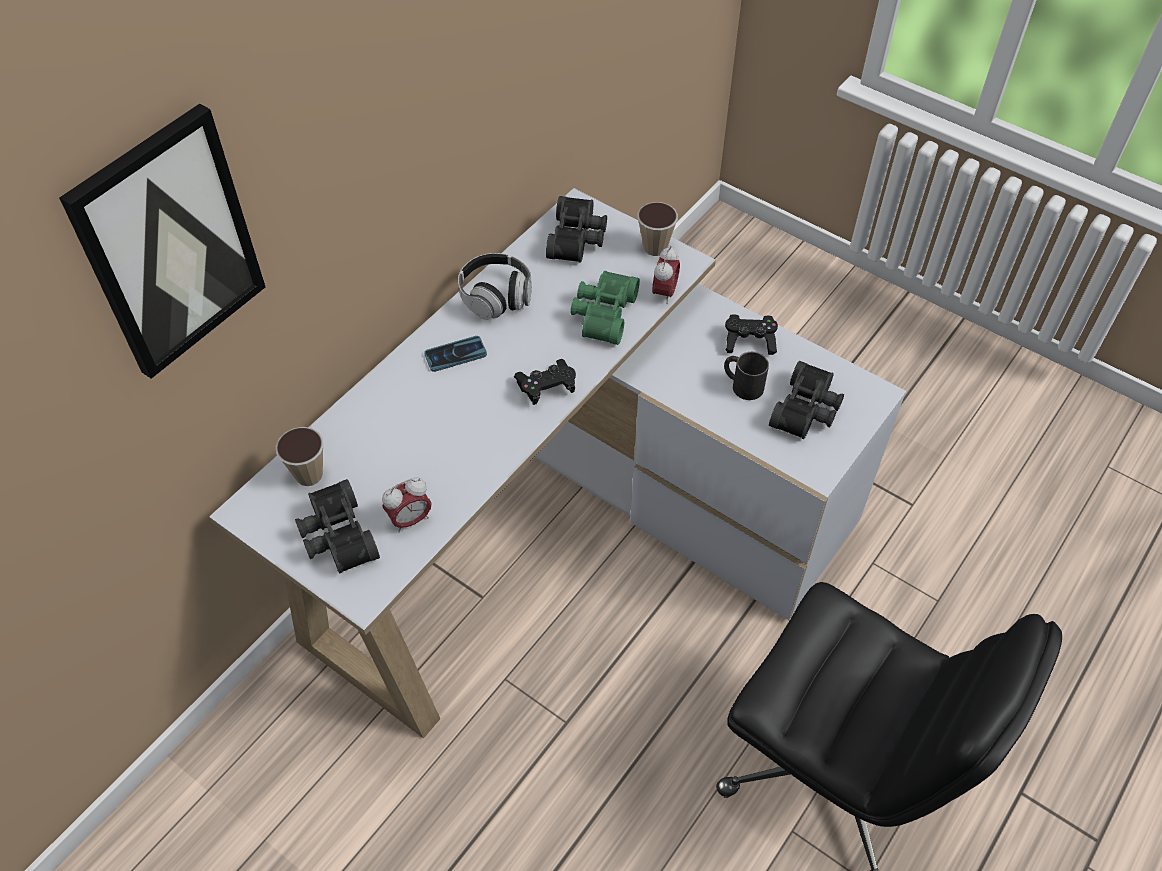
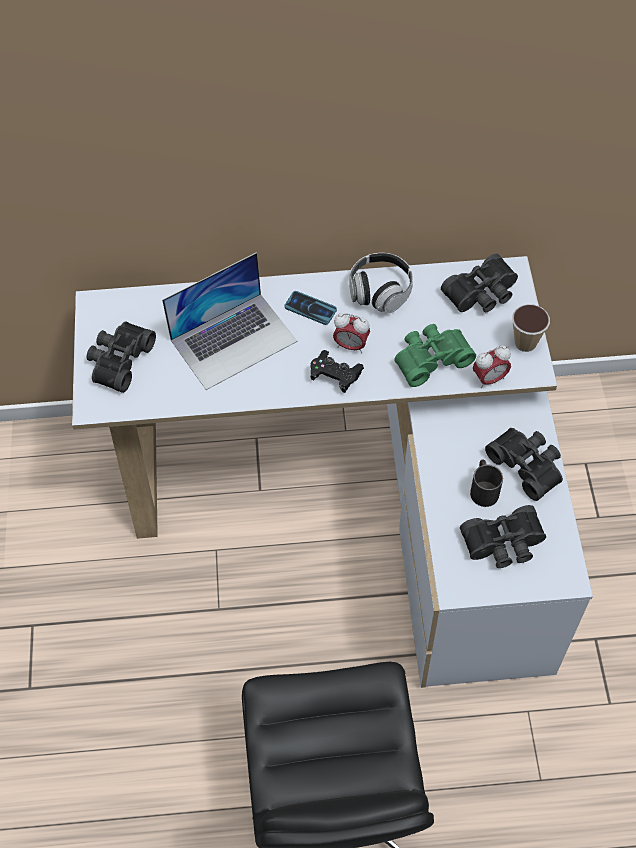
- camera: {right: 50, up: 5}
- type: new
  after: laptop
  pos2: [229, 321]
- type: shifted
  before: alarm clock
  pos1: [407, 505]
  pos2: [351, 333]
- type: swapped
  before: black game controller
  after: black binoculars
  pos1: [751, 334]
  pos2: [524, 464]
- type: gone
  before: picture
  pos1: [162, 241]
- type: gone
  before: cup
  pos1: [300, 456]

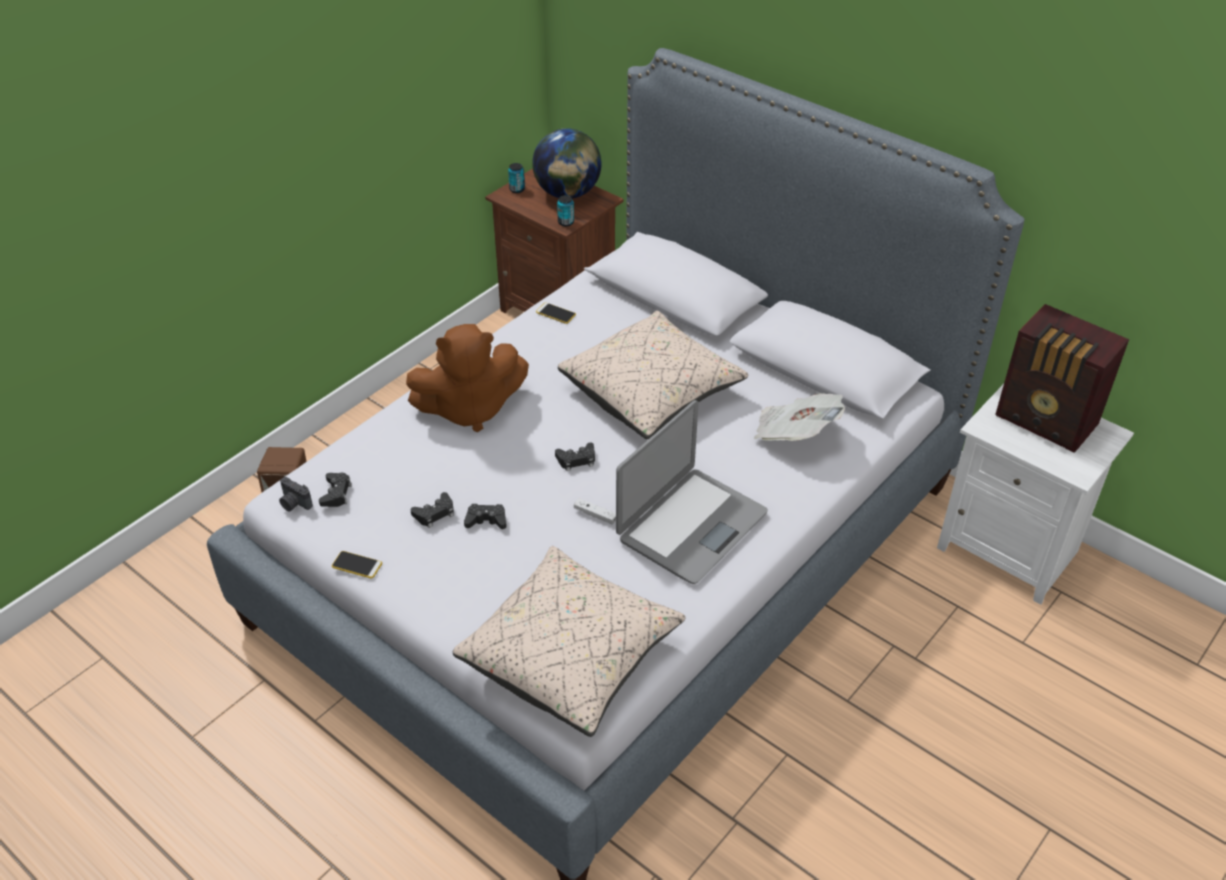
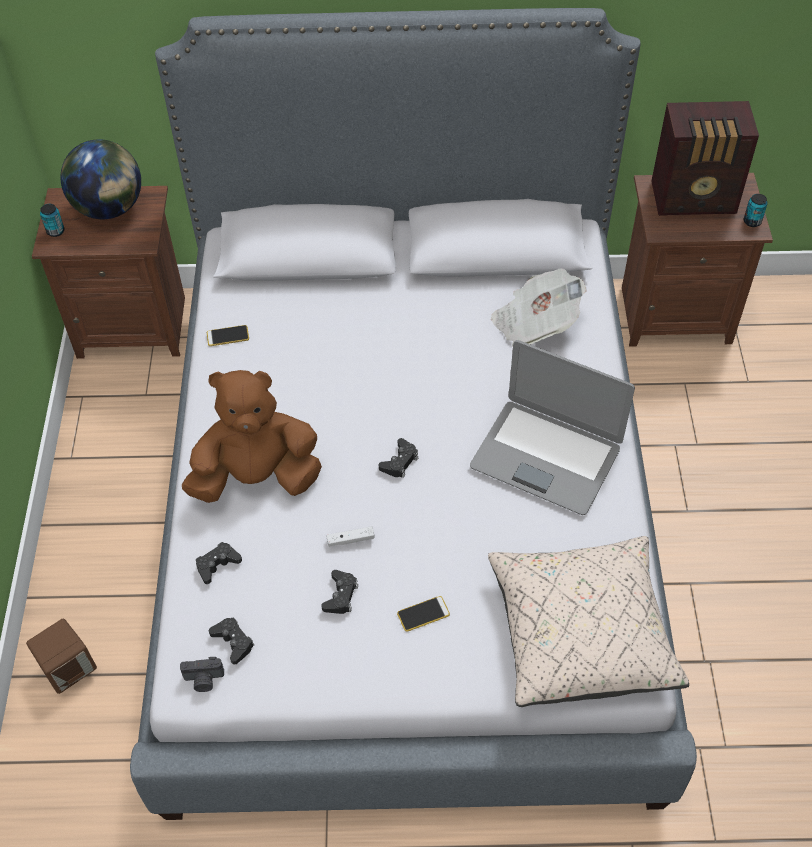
- camera: {right: -40, up: 10}
- type: rotated
  before: brown plush toy
  pos1: [467, 378]
  pos2: [252, 436]
  turn: -135
- type: shifted
  before: black game controller
  pos1: [485, 516]
  pos2: [219, 563]
- type: shifted
  before: white game controller
  pos1: [595, 511]
  pos2: [351, 536]
- type: shifted
  before: phone
  pos1: [357, 565]
  pos2: [423, 614]
- type: rotated
  before: laptop
  pos1: [692, 492]
  pos2: [552, 427]
  turn: 120
- type: repainted
  before: white nightstand
  after: brown nightstand
  pos1: [1035, 494]
  pos2: [697, 260]
- type: shifted
  before: can
  pos1: [565, 211]
  pos2: [755, 210]
- type: gone
  before: beige pillow
  pos1: [653, 375]

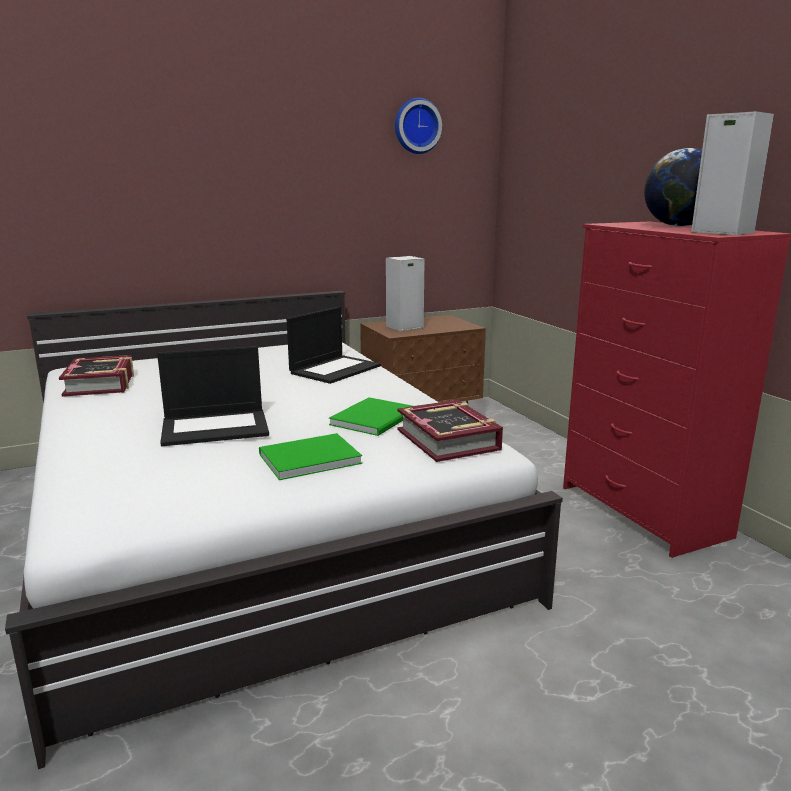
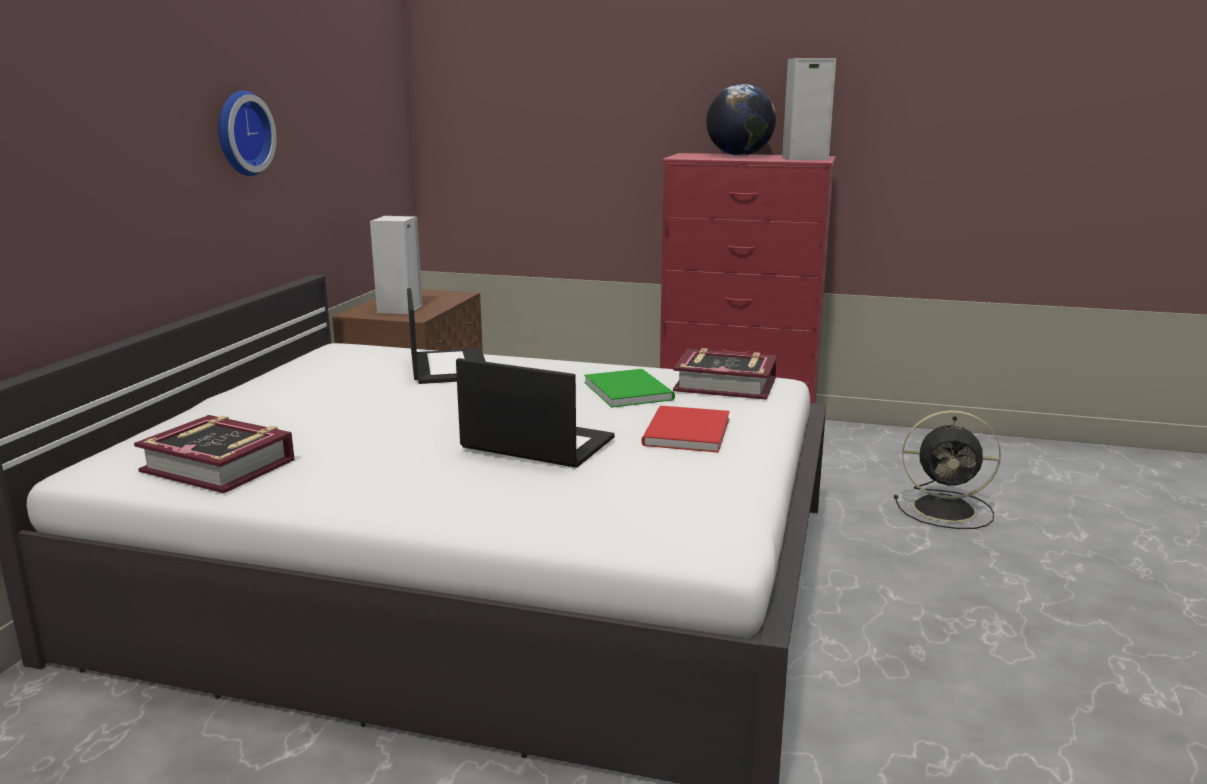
- camera: {right: -50, up: 0}
- type: shifted
  before: wall clock
  pos1: [418, 126]
  pos2: [247, 133]
- type: rotated
  before: laptop
  pos1: [213, 396]
  pos2: [535, 413]
  turn: -90
- type: repainted
  before: green book
  after: red book
  pos1: [310, 456]
  pos2: [686, 429]
- type: new
  after: black fan
  pos2: [947, 469]

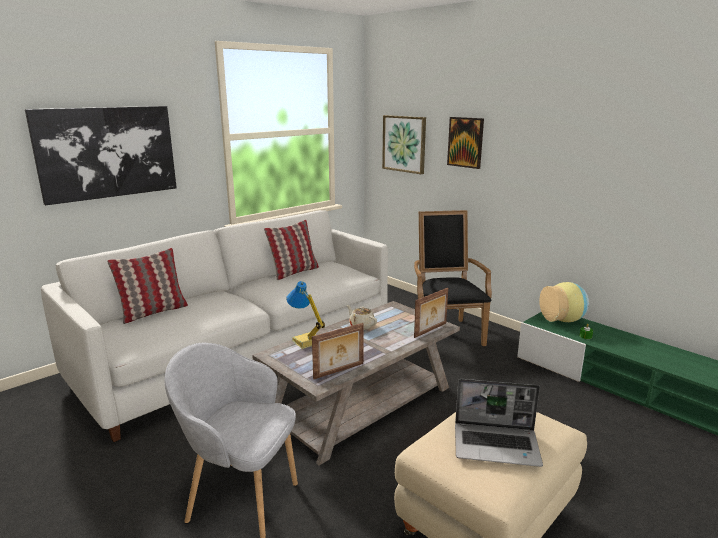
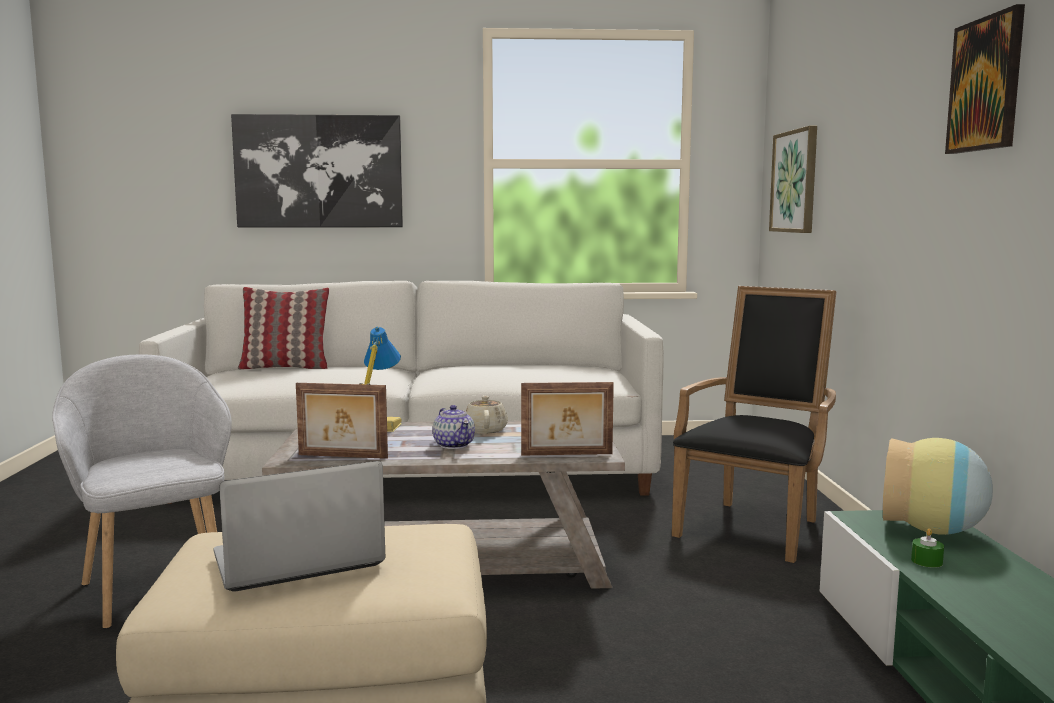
- camera: {right: 40, up: -10}
- type: rotated
  before: laptop
  pos1: [499, 423]
  pos2: [299, 526]
  turn: 105
- type: new
  after: teapot
  pos2: [453, 427]
- type: shifted
  before: picture
  pos1: [465, 143]
  pos2: [985, 79]
- type: gone
  before: pillow
  pos1: [291, 250]

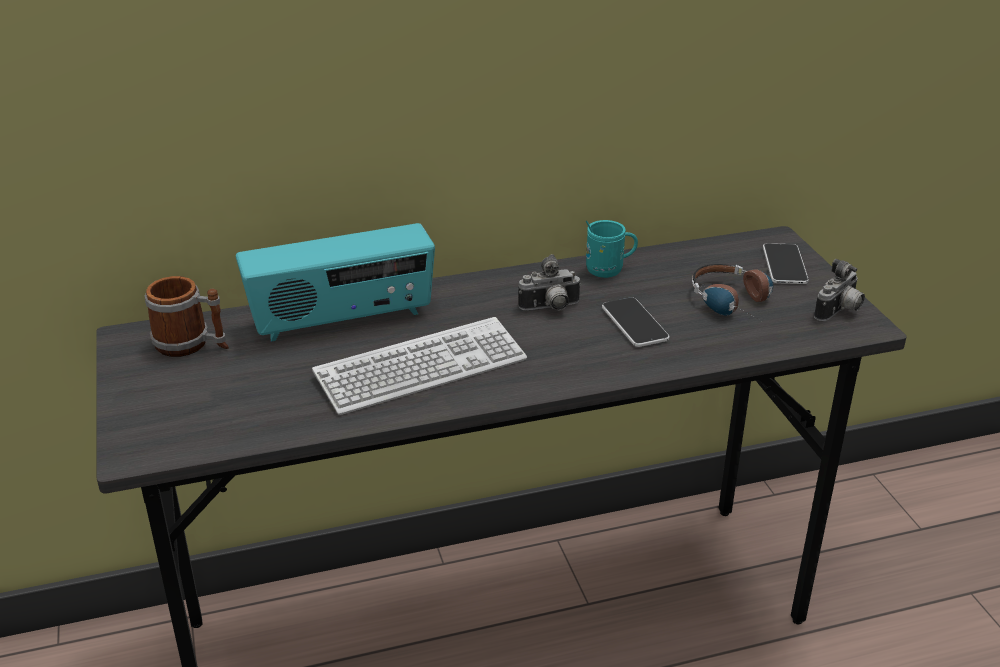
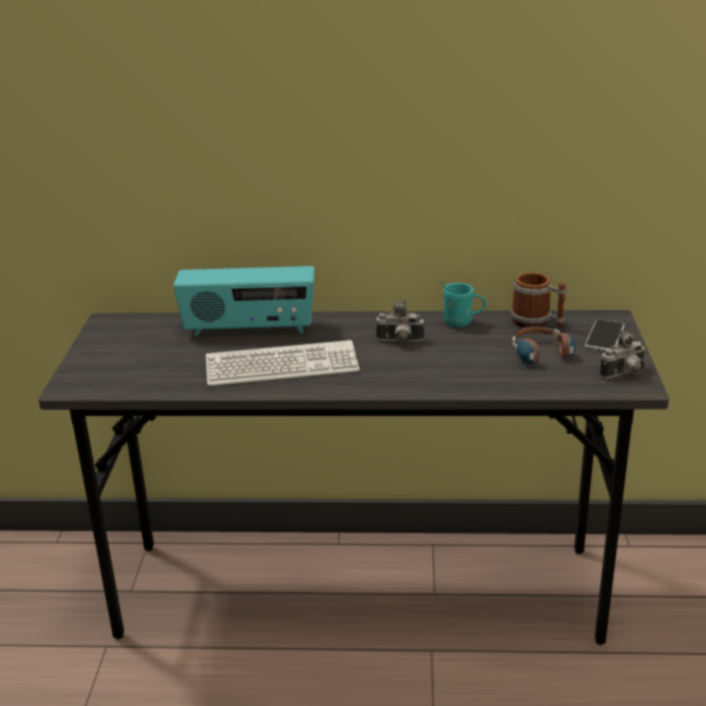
- camera: {right: 20, up: -5}
- type: shifted
  before: mug
  pos1: [187, 316]
  pos2: [538, 300]
- type: gone
  before: phone
  pos1: [636, 322]

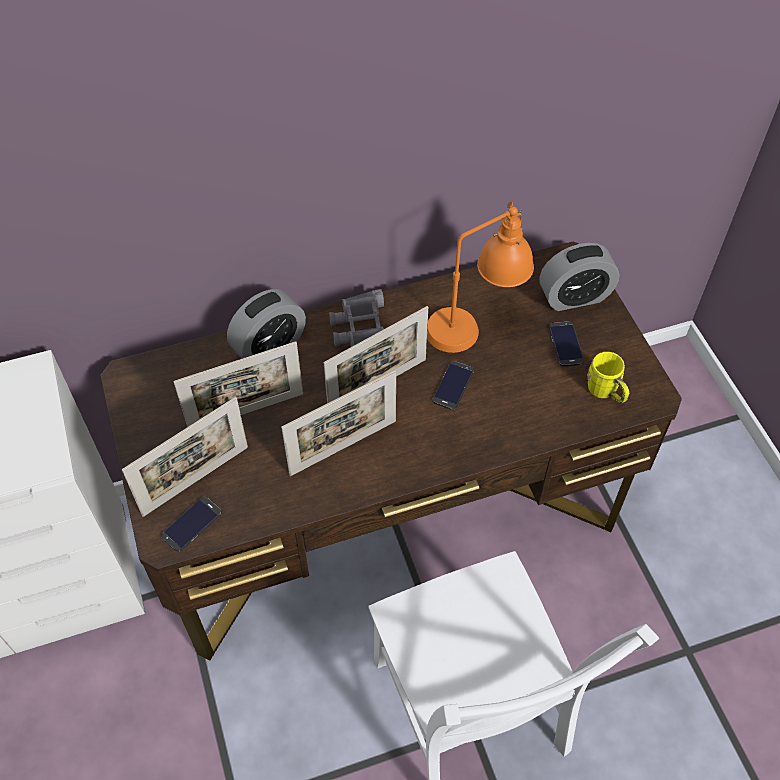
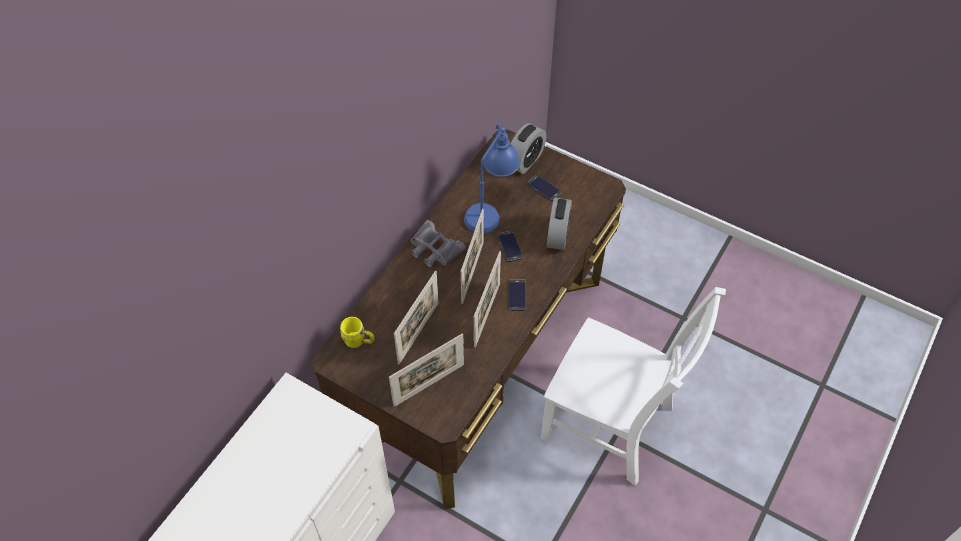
- camera: {right: -40, up: 0}
- type: shifted
  before: yellow mug
  pos1: [608, 377]
  pos2: [357, 332]
- type: rotated
  before: picture frame
  pos1: [185, 457]
  pos2: [426, 370]
  turn: 45
- type: repainted
  before: orange table lamp
  after: blue table lamp
  pos1: [480, 277]
  pos2: [492, 179]
- type: shifted
  before: phone
  pos1: [191, 524]
  pos2: [517, 295]
- type: shifted
  before: alarm clock
  pos1: [266, 324]
  pos2: [559, 223]

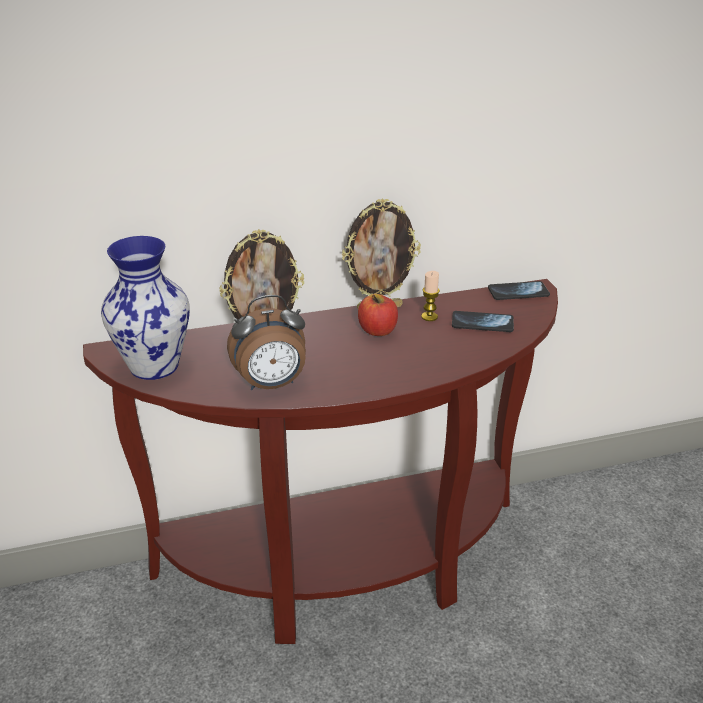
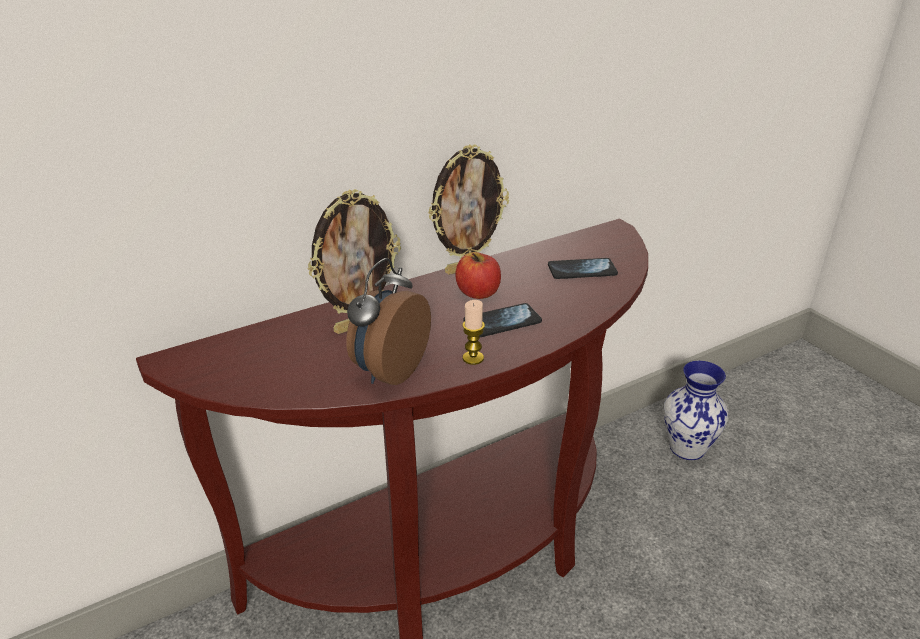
- camera: {right: -15, up: 0}
- type: rotated
  before: alarm clock
  pos1: [266, 342]
  pos2: [388, 321]
  turn: 150
- type: shifted
  before: candle
  pos1: [430, 296]
  pos2: [473, 332]
- type: shifted
  before: phone
  pos1: [519, 290]
  pos2: [503, 320]
- type: shifted
  before: vase
  pos1: [145, 308]
  pos2: [695, 410]

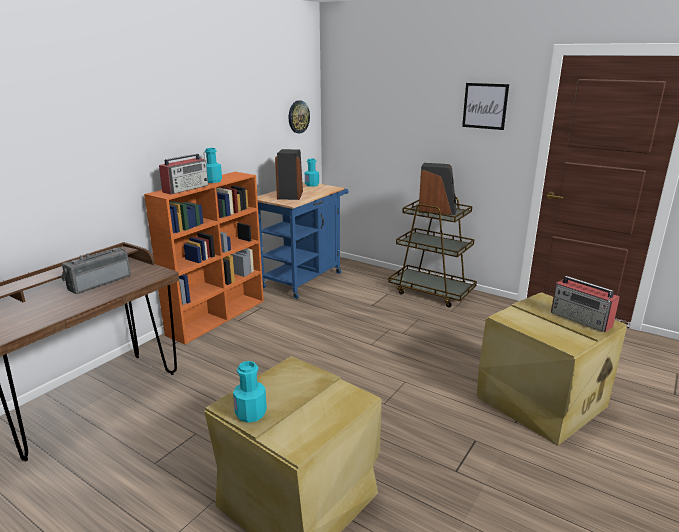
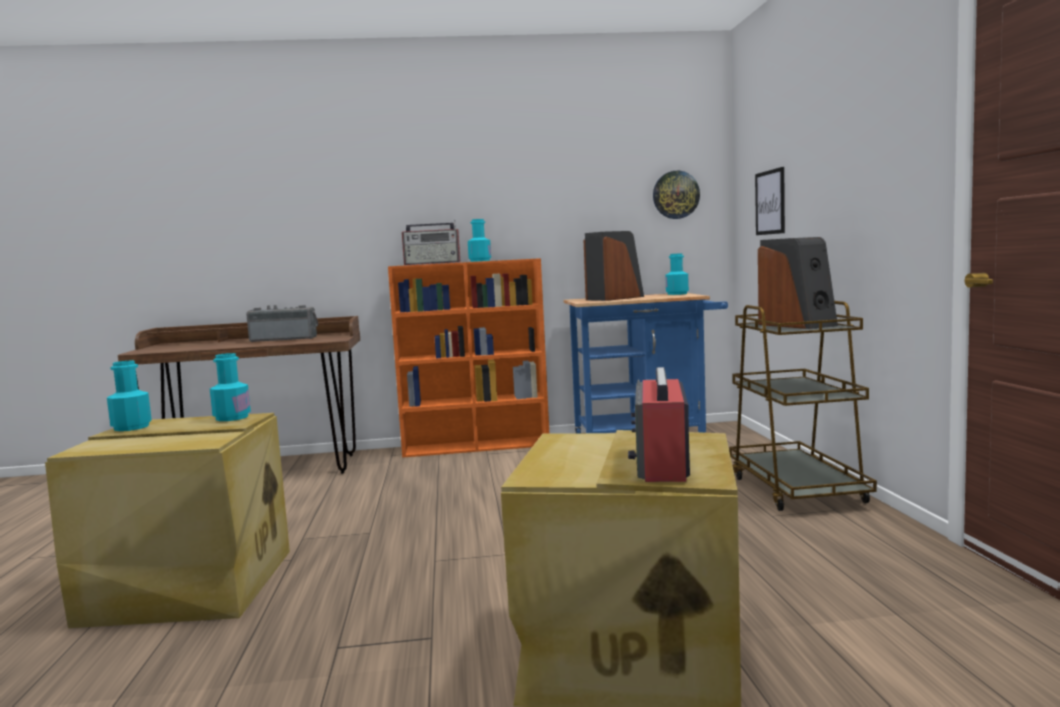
- camera: {right: 50, up: -15}
- type: new
  after: turquoise bottle
  pos2: [230, 387]
- type: shifted
  before: picture
  pos1: [485, 106]
  pos2: [770, 201]

